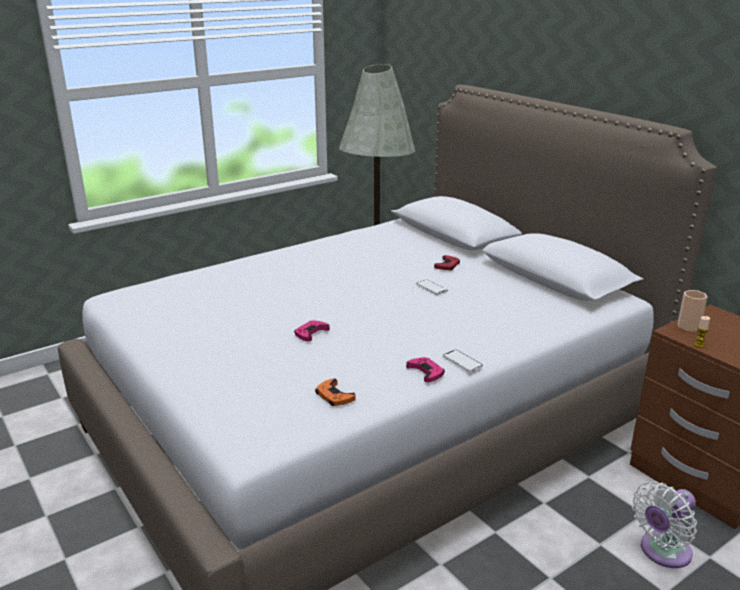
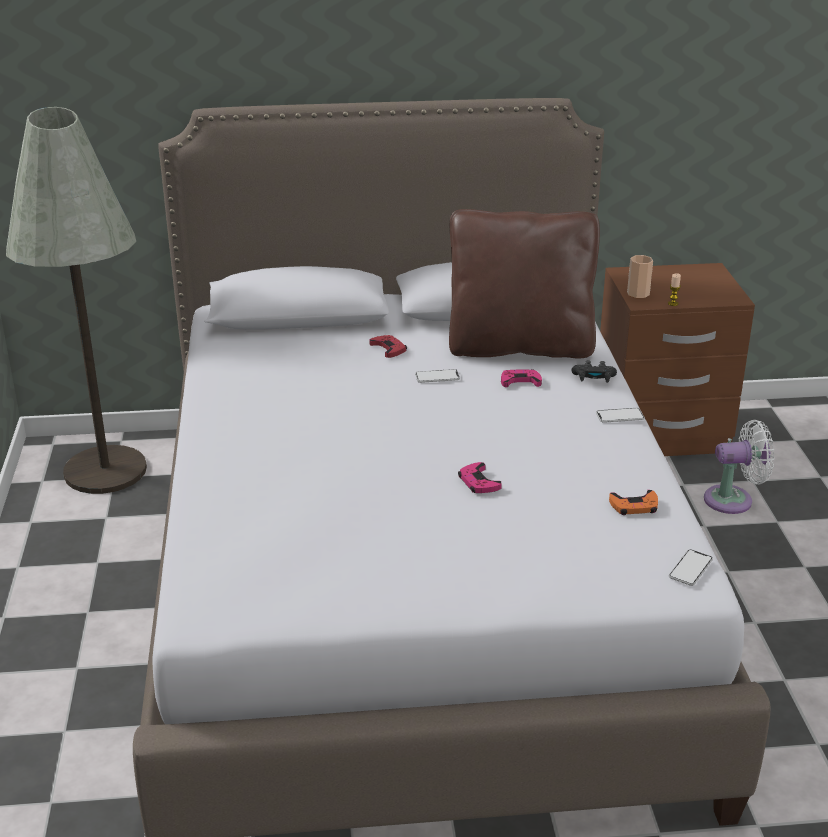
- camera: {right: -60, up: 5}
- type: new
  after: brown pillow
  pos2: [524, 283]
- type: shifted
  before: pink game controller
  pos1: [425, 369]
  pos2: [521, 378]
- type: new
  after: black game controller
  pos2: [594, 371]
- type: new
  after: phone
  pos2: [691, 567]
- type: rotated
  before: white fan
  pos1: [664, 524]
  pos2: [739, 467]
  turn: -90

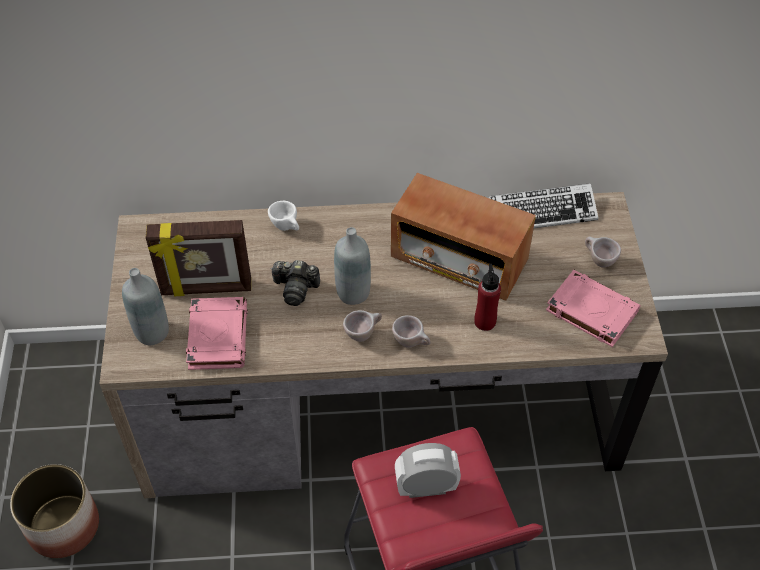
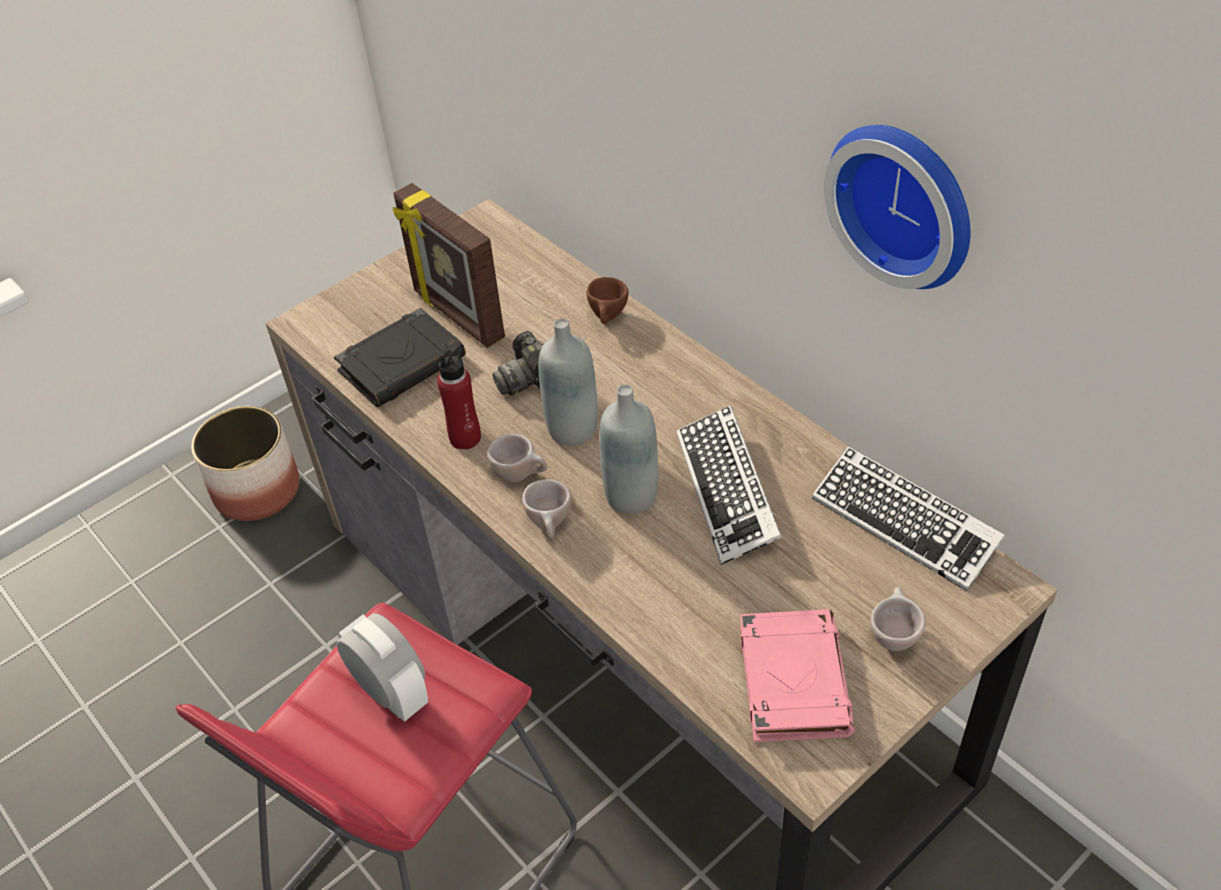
- camera: {right: 55, up: -5}
- type: repainted
  before: pink book
  after: black book
  pos1: [216, 333]
  pos2: [400, 358]
- type: shifted
  before: red bottle
  pos1: [487, 297]
  pos2: [459, 396]
- type: repainted
  before: white cup
  after: brown cup
  pos1: [283, 216]
  pos2: [607, 300]
- type: shifted
  before: grey bottle
  pos1: [145, 306]
  pos2: [628, 449]
- type: swapped
  before: radio
  after: keyboard
  pos1: [463, 237]
  pos2: [729, 485]
- type: new
  after: wall clock
  pos2: [897, 207]

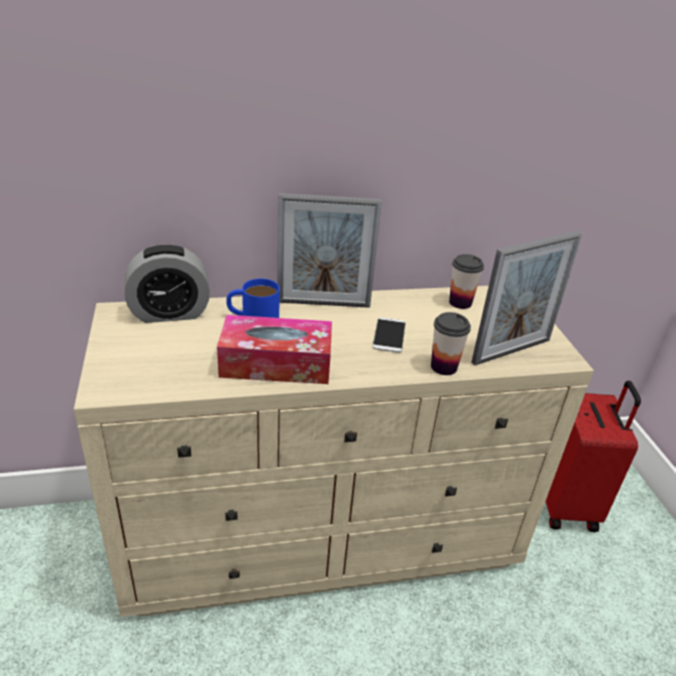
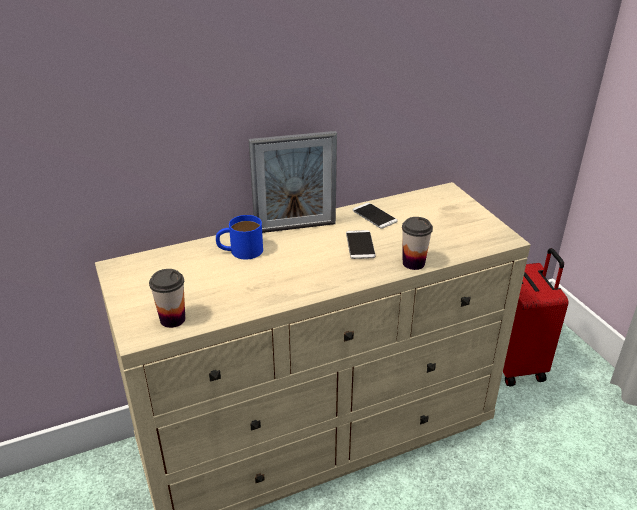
- camera: {right: -10, up: 0}
- type: shifted
  before: cup
  pos1: [466, 281]
  pos2: [167, 298]
- type: new
  after: phone
  pos2: [375, 216]
- type: gone
  before: alarm clock
  pos1: [167, 283]
- type: gone
  before: tissue box
  pos1: [274, 349]
- type: gone
  before: picture frame
  pos1: [526, 297]

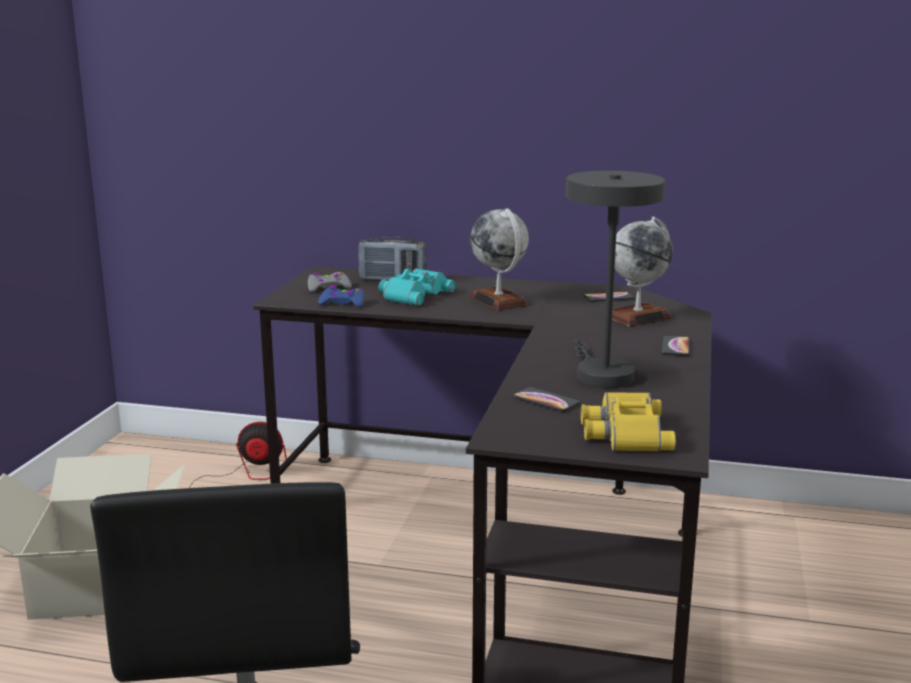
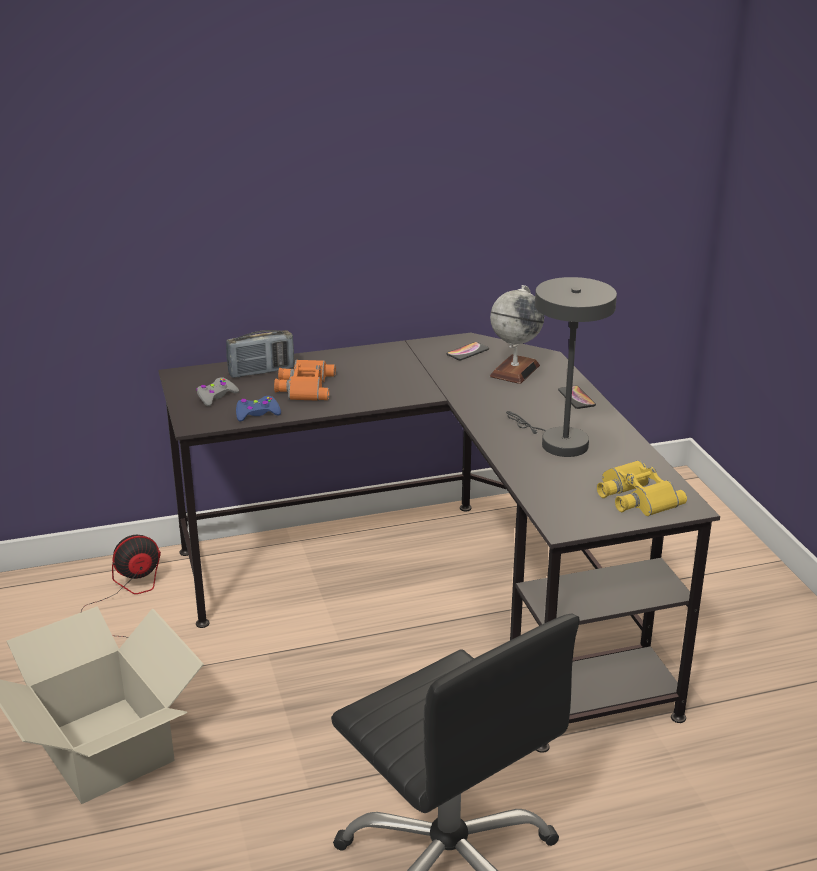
- camera: {right: -30, up: 10}
- type: repainted
  before: turquoise binoculars
  after: orange binoculars
  pos1: [417, 286]
  pos2: [305, 380]
- type: gone
  before: globe
  pos1: [499, 259]
- type: gone
  before: phone
  pos1: [546, 399]

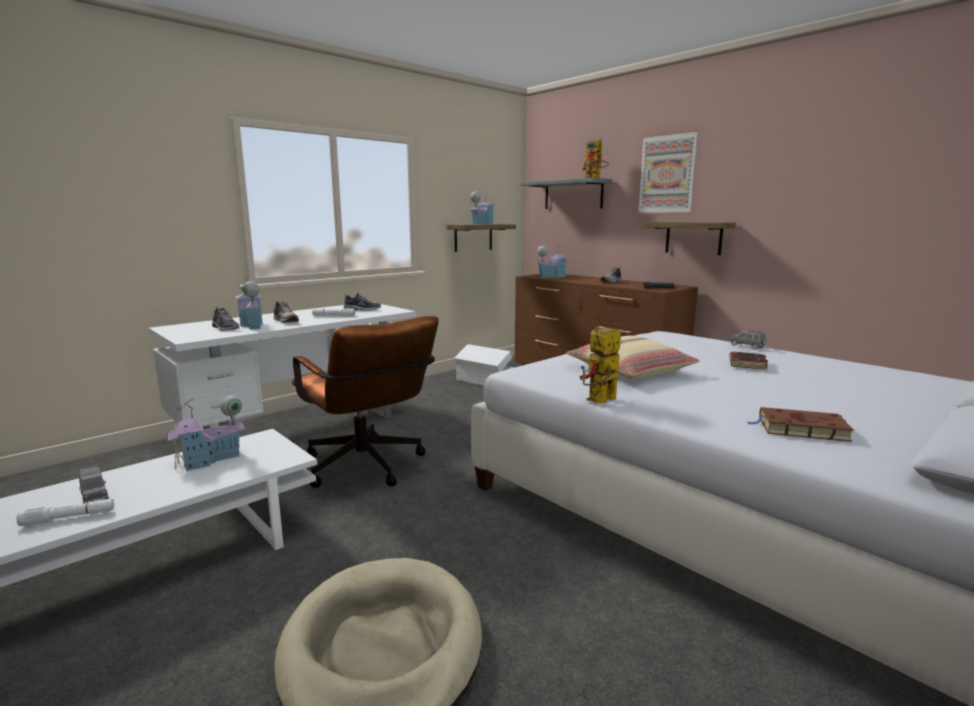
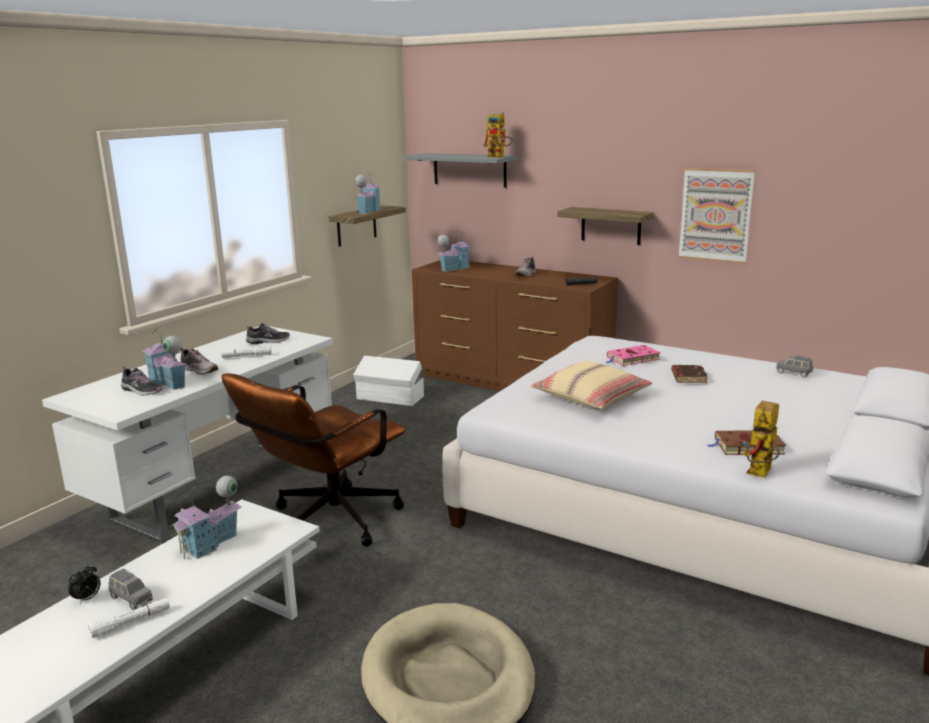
- camera: {right: -15, up: 5}
- type: new
  after: alarm clock
  pos2: [84, 584]
- type: rotated
  before: brown office chair
  pos1: [365, 402]
  pos2: [313, 459]
  turn: 90
- type: new
  after: pink book
  pos2: [633, 355]
- type: shifted
  before: picture
  pos1: [668, 171]
  pos2: [716, 216]
- type: shifted
  before: toy robot
  pos1: [600, 365]
  pos2: [761, 439]
- type: shifted
  before: grey toy car
  pos1: [748, 340]
  pos2: [795, 367]

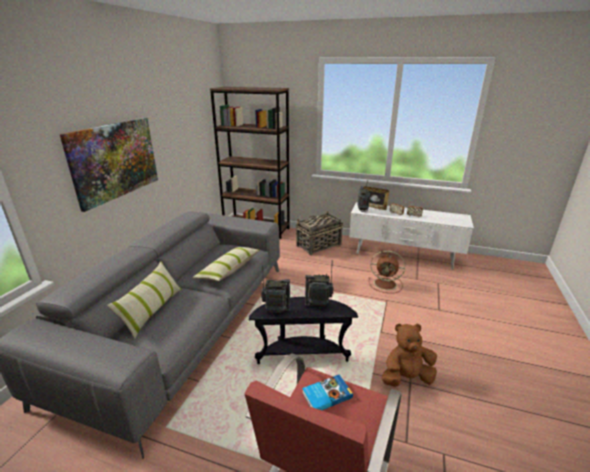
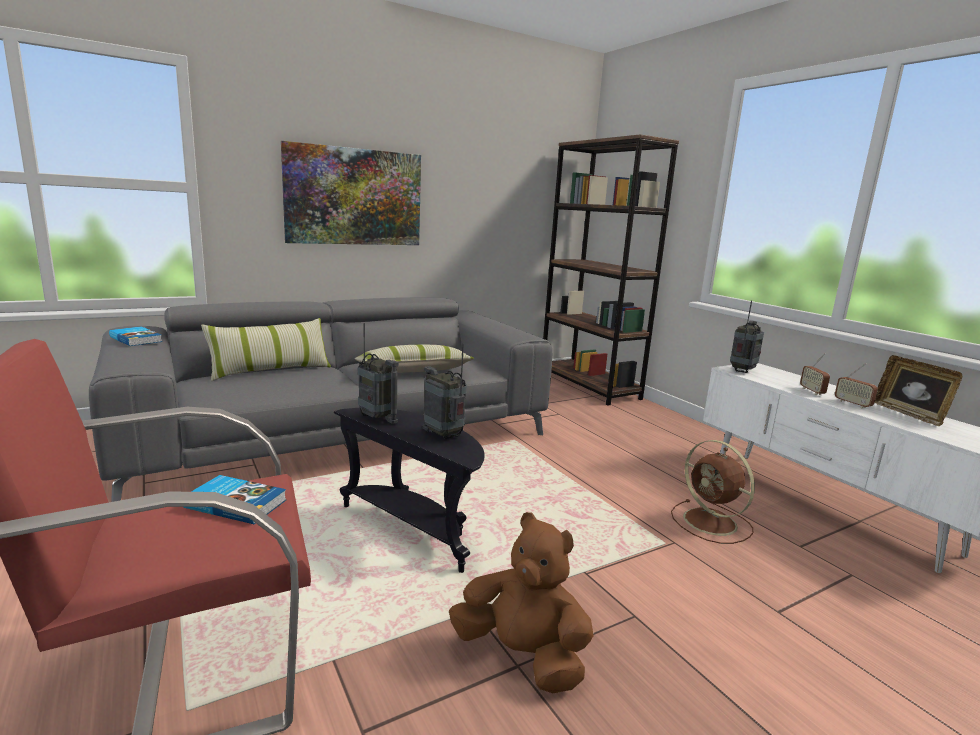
- camera: {right: 40, up: -10}
- type: new
  after: book
  pos2: [135, 336]
- type: shifted
  before: picture frame
  pos1: [376, 198]
  pos2: [918, 390]
- type: gone
  before: basket
  pos1: [319, 233]

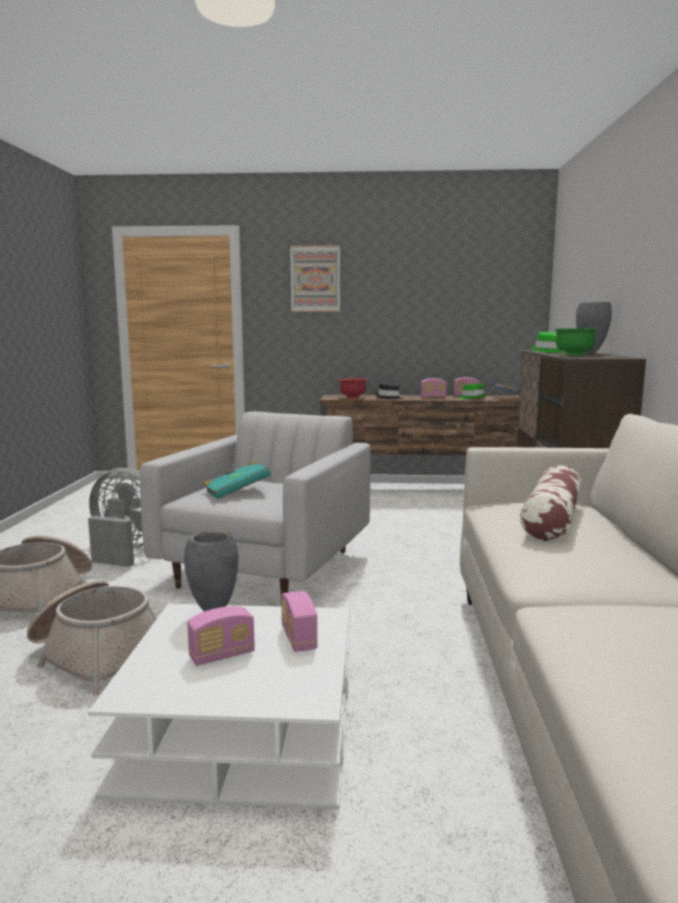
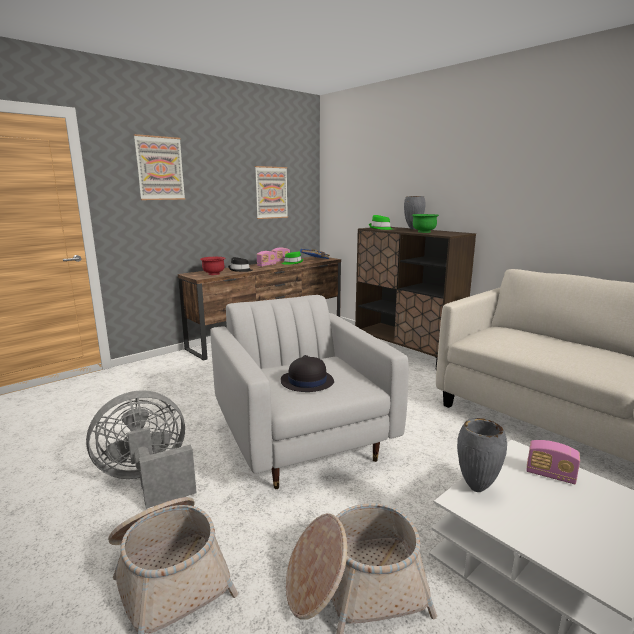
- camera: {right: -45, up: 5}
- type: new
  after: picture
  pos2: [271, 192]
- type: swapped
  before: turquoise book
  after: black hat
  pos1: [237, 480]
  pos2: [307, 373]
- type: gone
  before: radio
  pos1: [221, 636]
- type: gone
  before: pillow
  pos1: [551, 503]

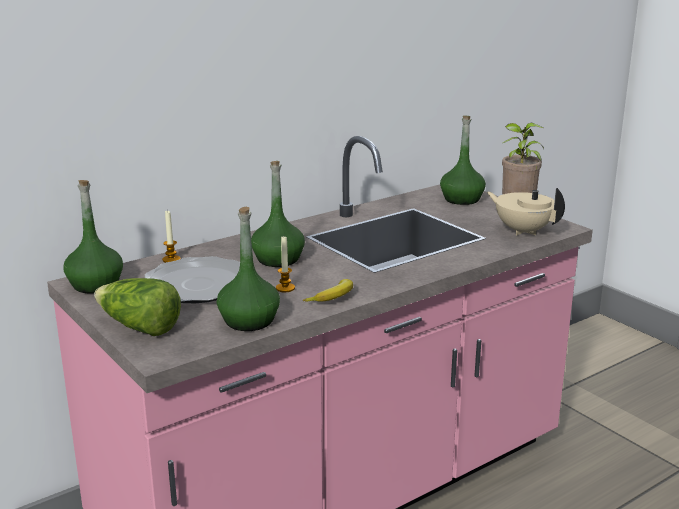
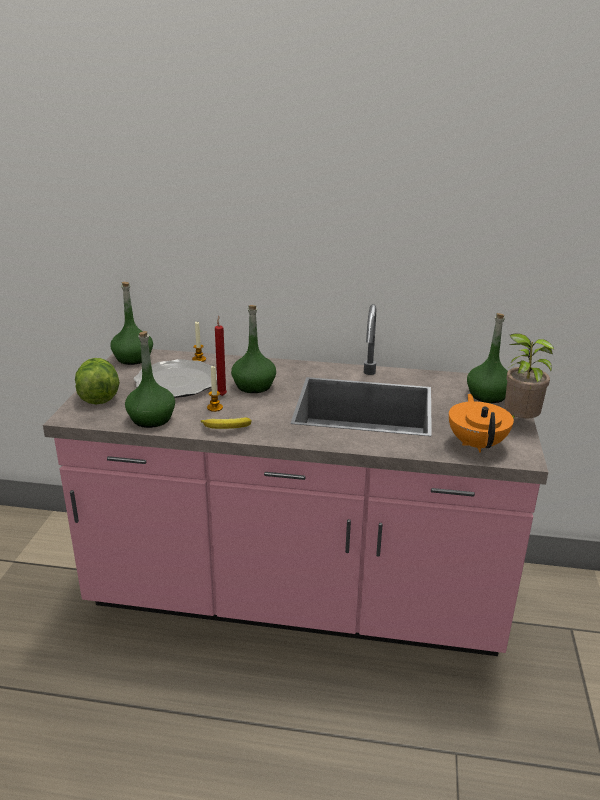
- camera: {right: 45, up: 5}
- type: new
  after: red candle
  pos2: [221, 356]
- type: repainted
  before: beige teapot
  after: orange teapot
  pos1: [526, 212]
  pos2: [481, 423]

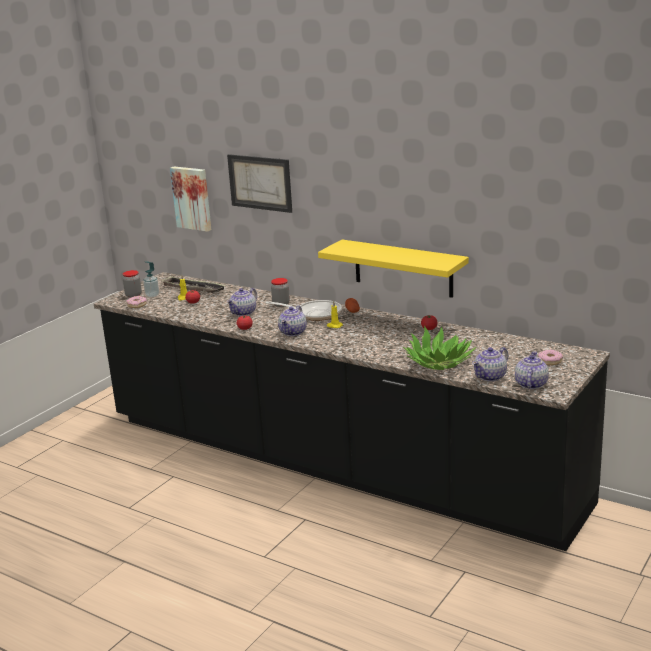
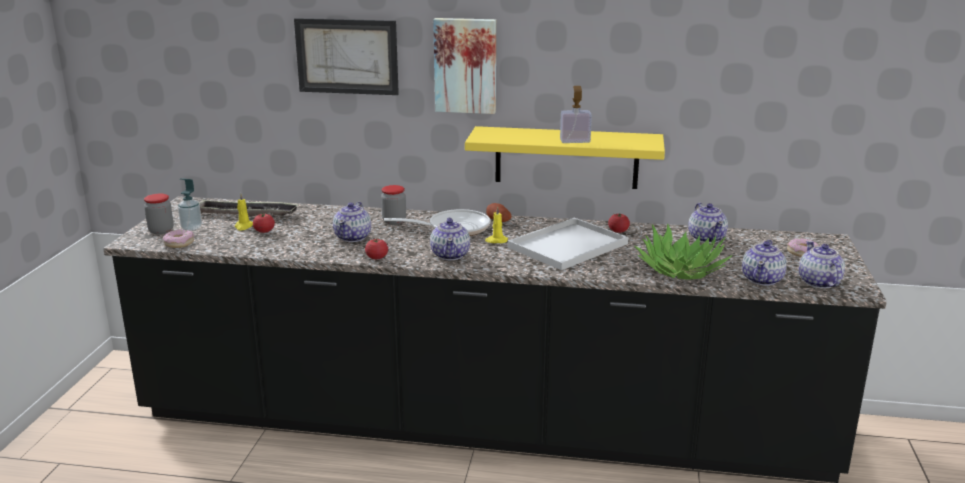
- camera: {right: -25, up: 0}
- type: shifted
  before: picture
  pos1: [191, 199]
  pos2: [464, 66]
- type: new
  after: white tray
  pos2: [568, 244]
- type: new
  after: soap dispenser
  pos2: [576, 114]
- type: new
  after: teapot
  pos2: [708, 223]

